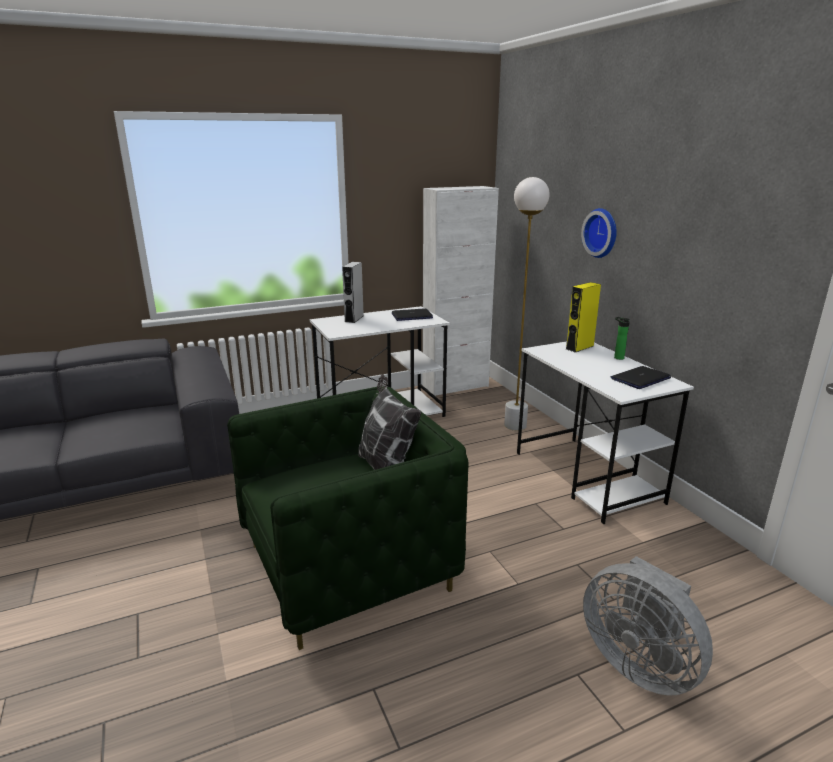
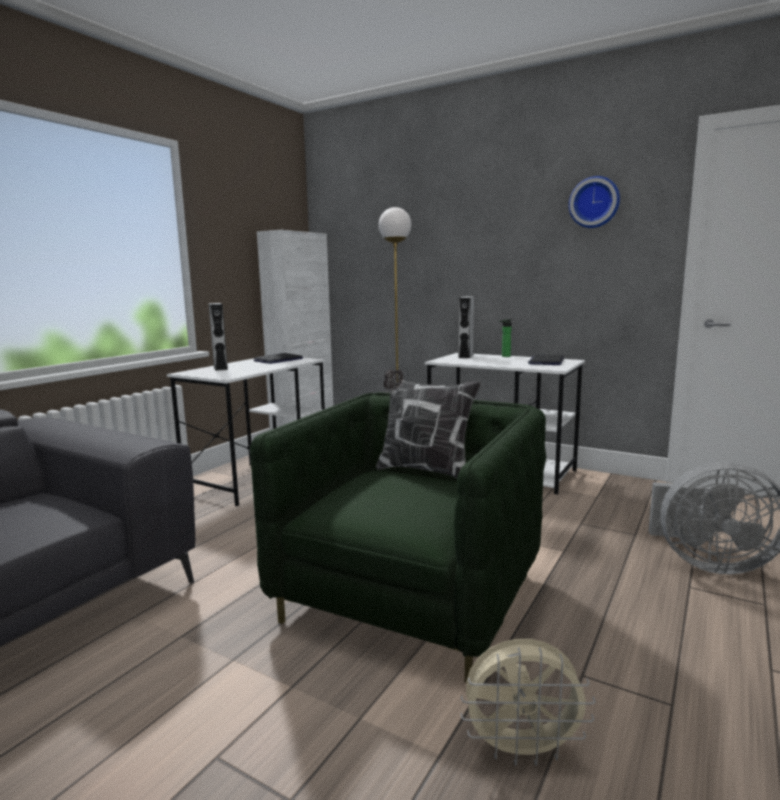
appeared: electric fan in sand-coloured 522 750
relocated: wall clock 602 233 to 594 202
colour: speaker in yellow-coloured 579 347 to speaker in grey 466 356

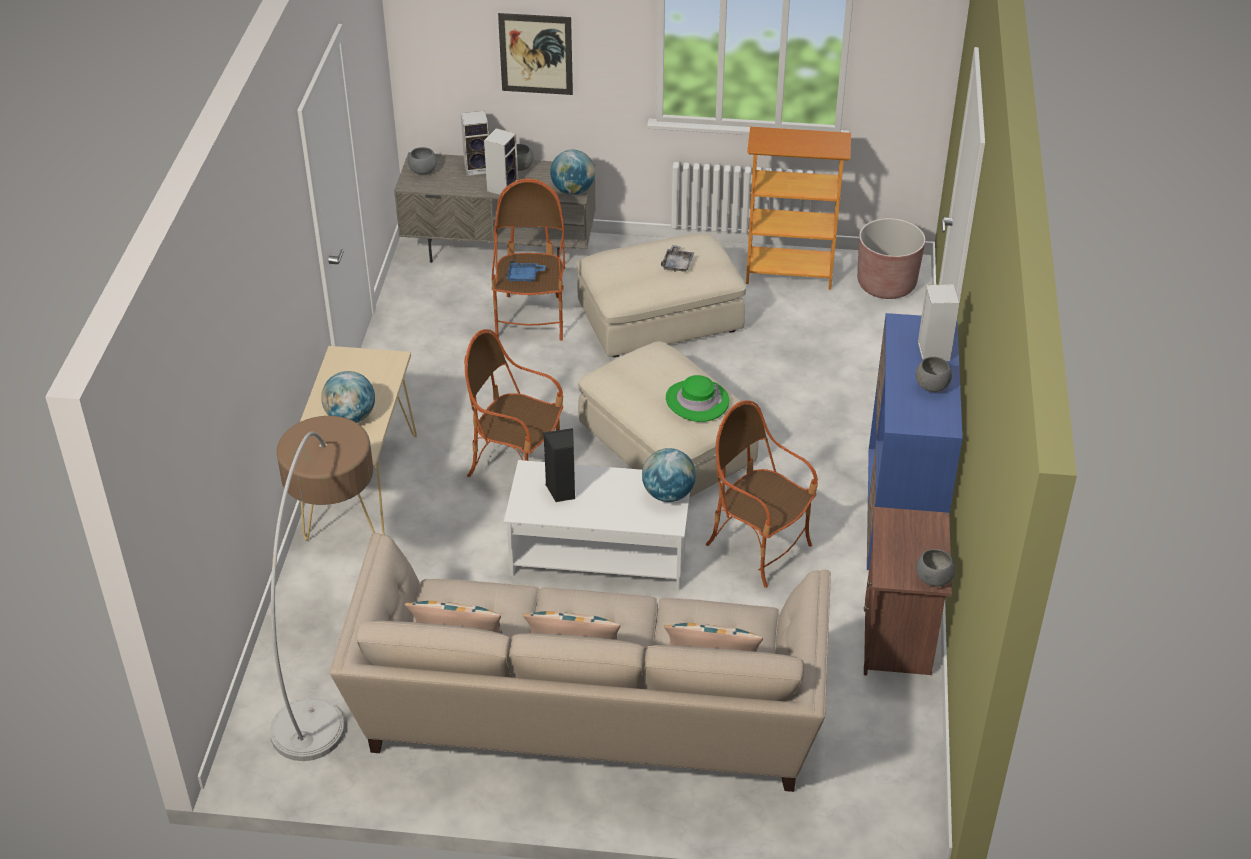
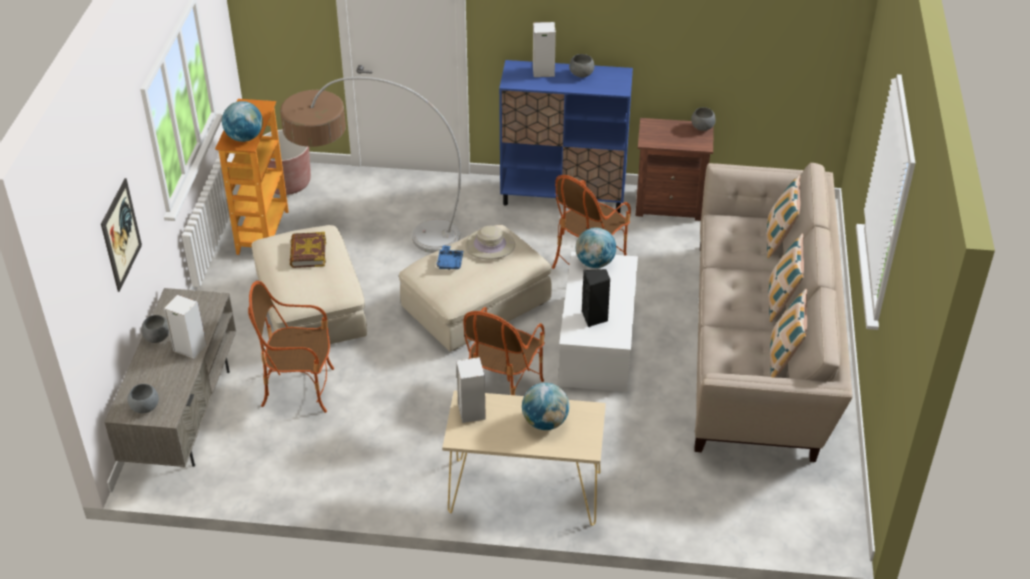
relocated: standard lamp 331 654 to 371 233; speaker 478 167 to 470 411; tray in blue-coloured 524 276 to 450 262; desk globe 573 191 to 245 137
exchanged: tray in grey 677 264 to volume 308 253
colour: clothing hat in green 697 401 to clothing hat in sand-coloured 490 245

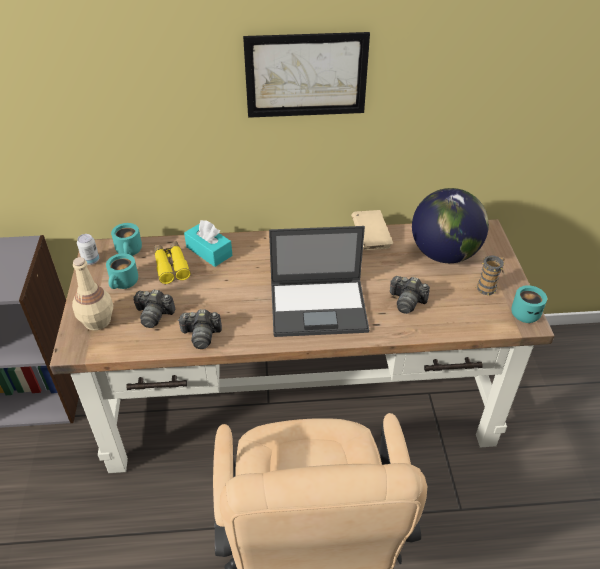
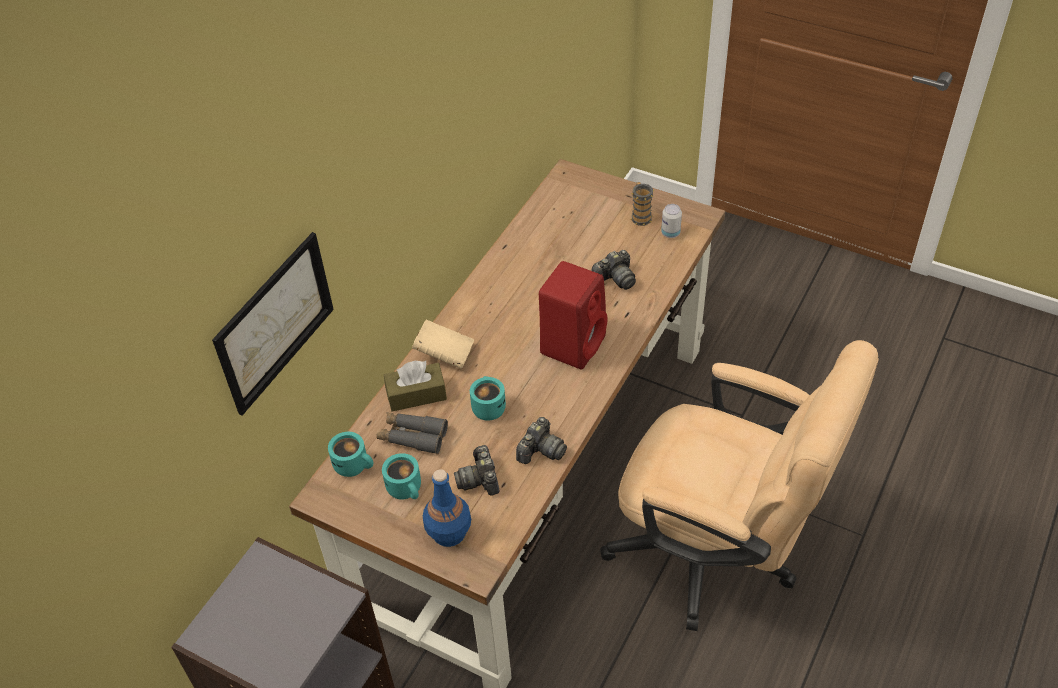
missing: desk globe 444 254
relocated: sealed can 91 260 to 670 233; wall picture 306 75 to 275 322; volume in sand-coloured 371 239 to 444 354; coffee mug in blue-green 525 312 to 487 407
exchanged: notebook computer 319 307 to speaker in reddish 573 343
colour: bottle in sand-coloured 97 320 to bottle in blue-coloured 448 533; field glasses in yellow-coloured 171 266 to field glasses in grey 412 436; box of tissues in blue-green 209 251 to box of tissues in brownish 416 394
spun: still camera 154 315 = 479 479 120 degrees clockwise

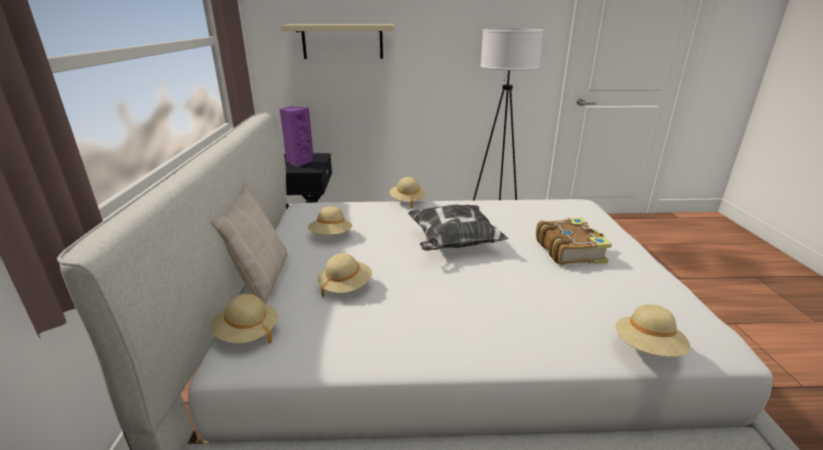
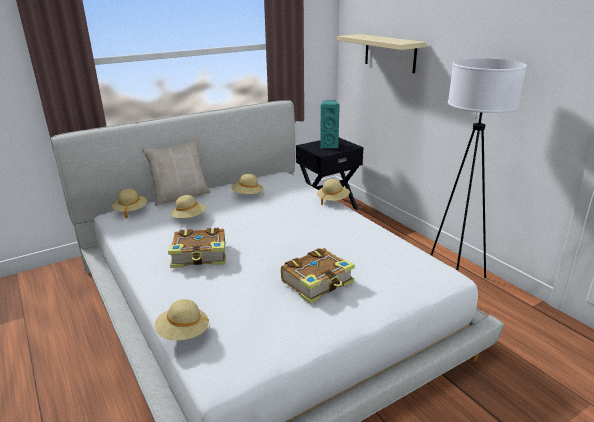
missing: cushion 452 244
appeared: volume 200 256
colour: speaker in purplish 299 162 to speaker in blue-green 329 145

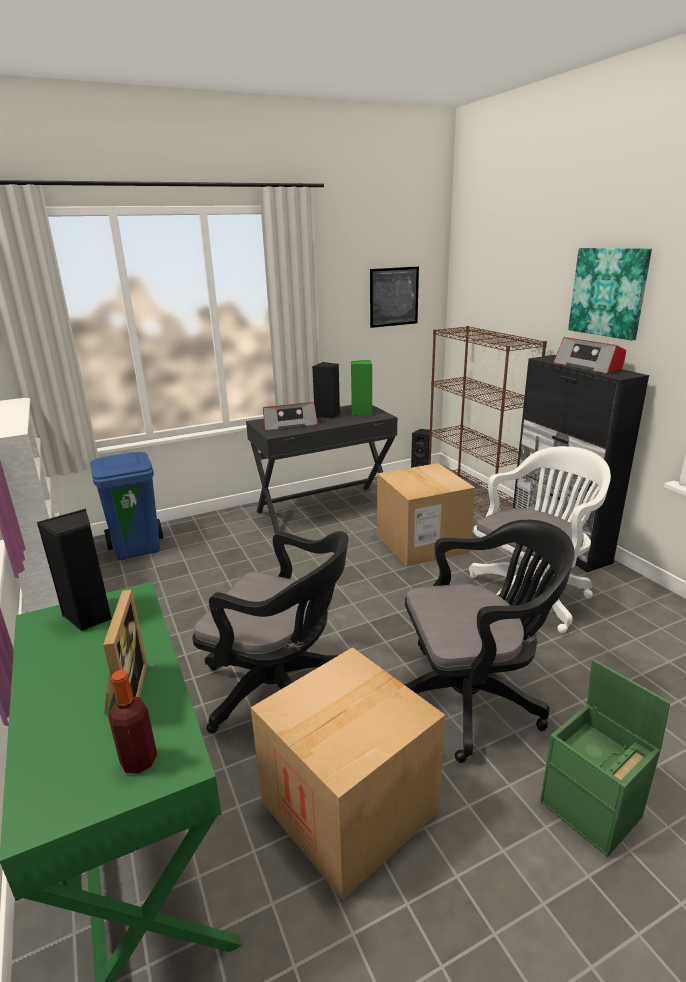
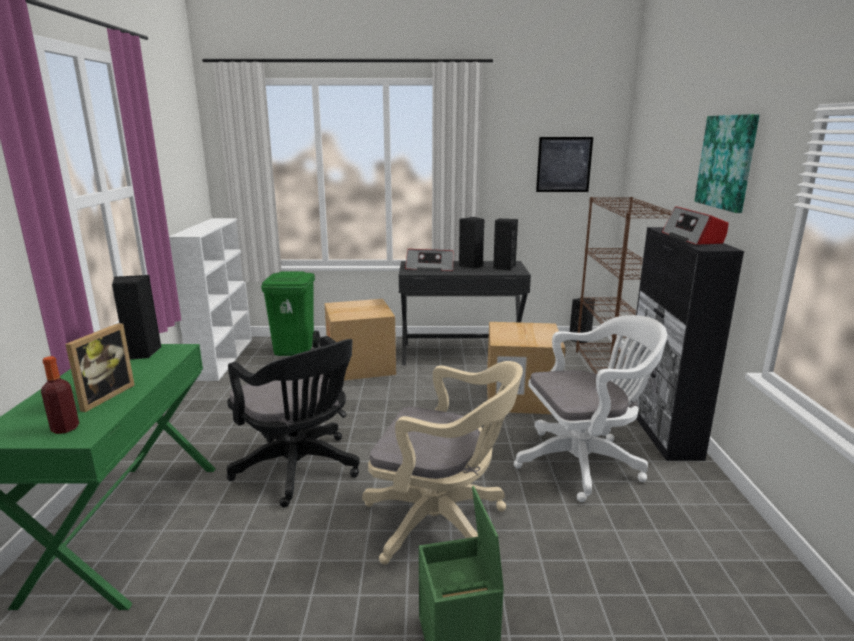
relocated: cardboard box 349 806 to 360 366
colour: rubbish bin in blue-coloured 138 548 to rubbish bin in green 295 350; speaker in green 362 412 to speaker in black-coloured 504 267; office chair in black-coloured 473 698 to office chair in sand-coloured 442 524

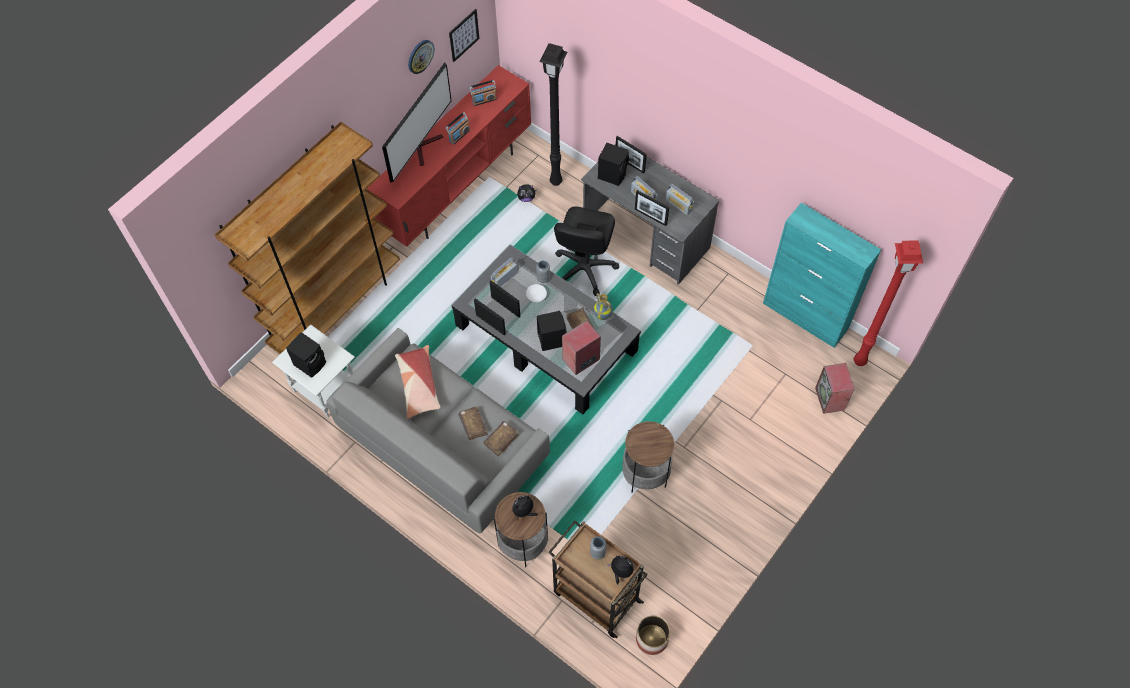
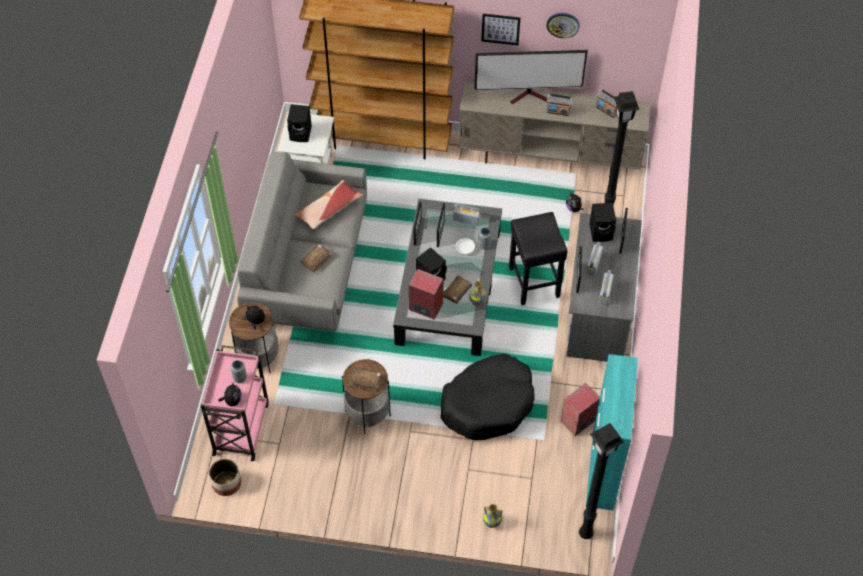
appeared: dog cushion in black-coloured 488 403; vase 492 522
relocated: wall picture 463 35 to 500 29; volume in brownish 501 440 to 365 381; speaker 830 399 to 578 421
exchanged: office chair in black-coloured 584 269 to sitting stool in black-coloured 533 281
colour: tv stand in reddish 458 186 to tv stand in sand-coloured 550 158; trolley in brownish 595 596 to trolley in pink-coloured 241 427; standard lamp in reddish 860 360 to standard lamp in black-coloured 587 534

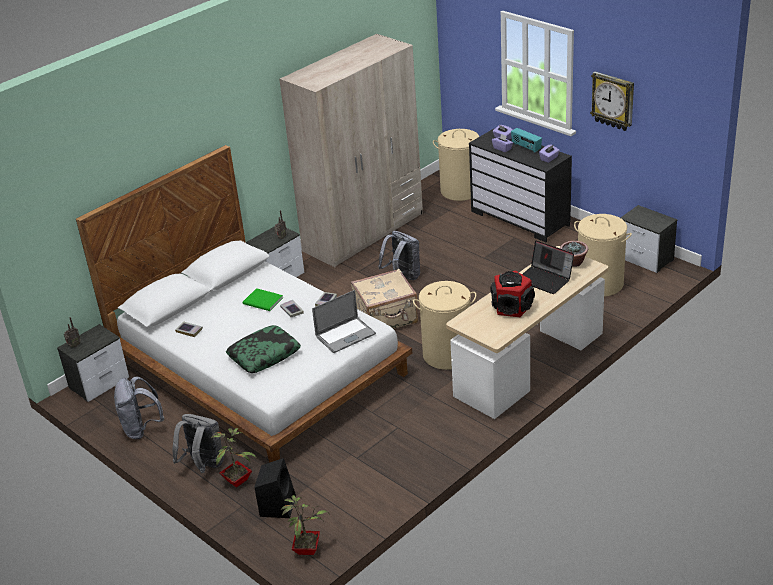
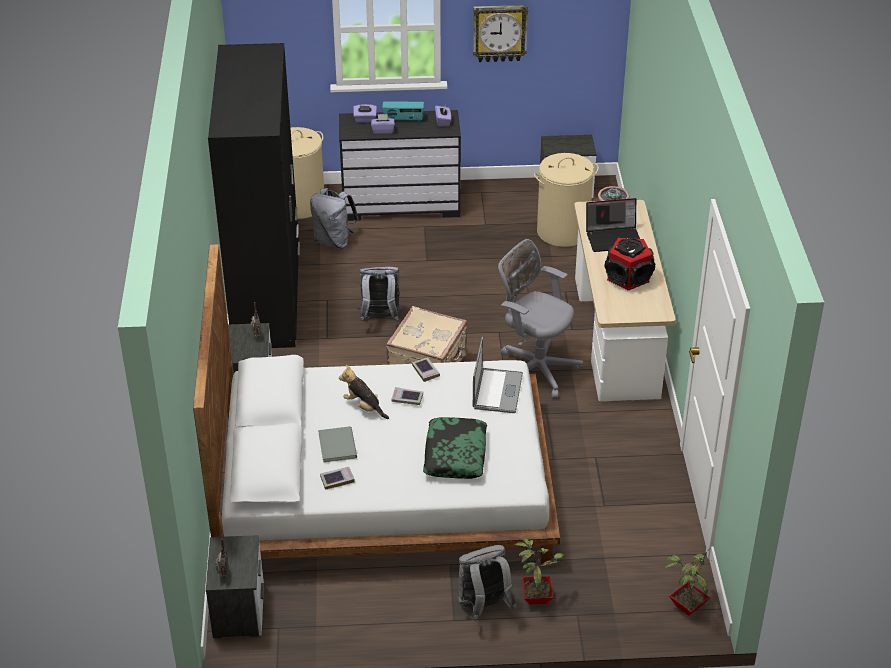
missing: speaker in black-coloured 278 505
appeared: volume in grey 338 444
relocated: backpack in grey 142 429 to 334 241
exchanged: volume in green 263 301 to cuddly toy 364 407; hamper in sand-coloured 447 354 to office chair in grey 535 368
colour: clothes cupboard in sand-coloured 364 232 to clothes cupboard in black-coloured 267 295

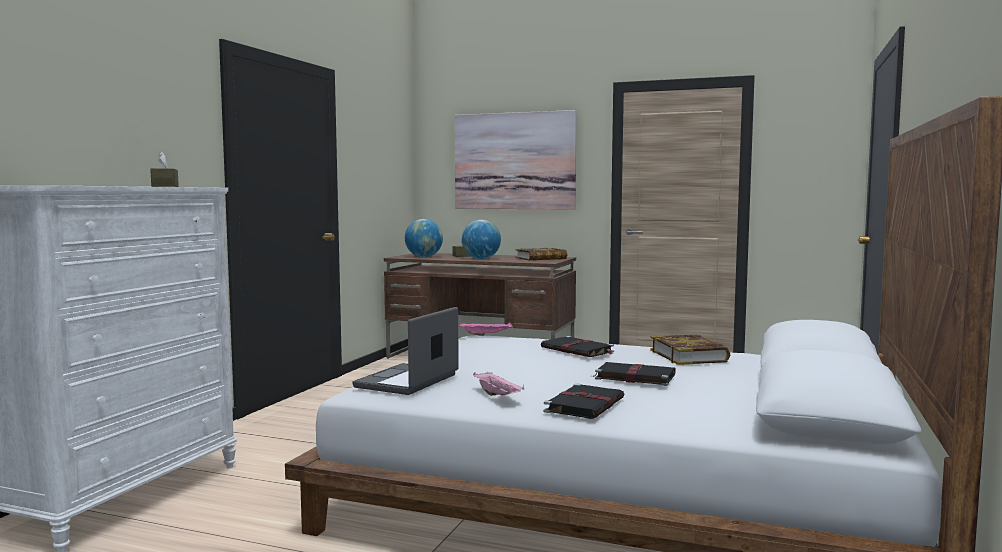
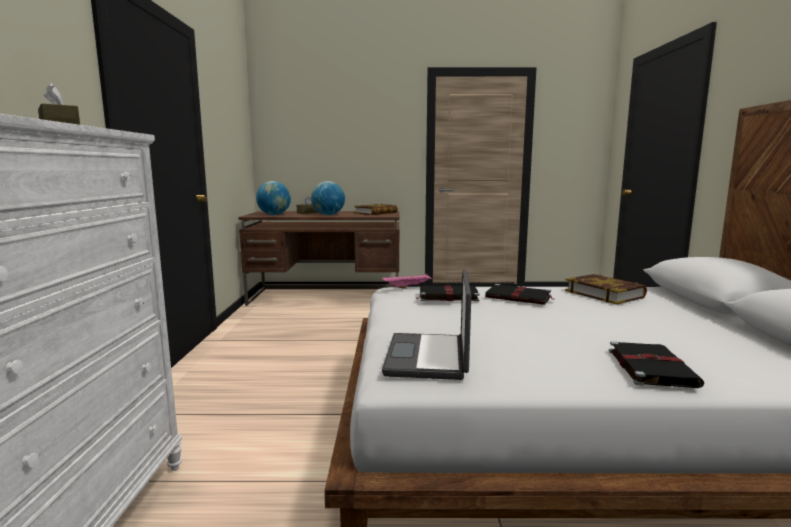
missing: wall picture 514 161; tray in pink-coloured 498 396
relocated: volume in black-coloured 633 376 to 447 296

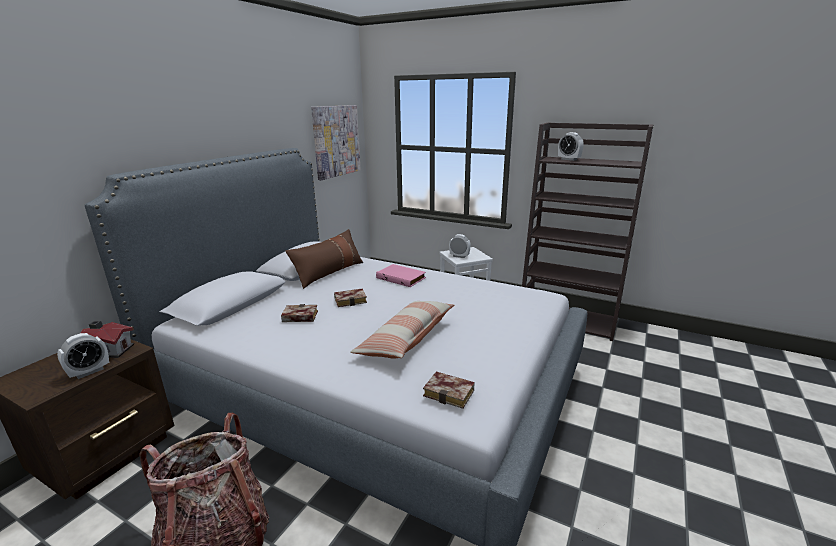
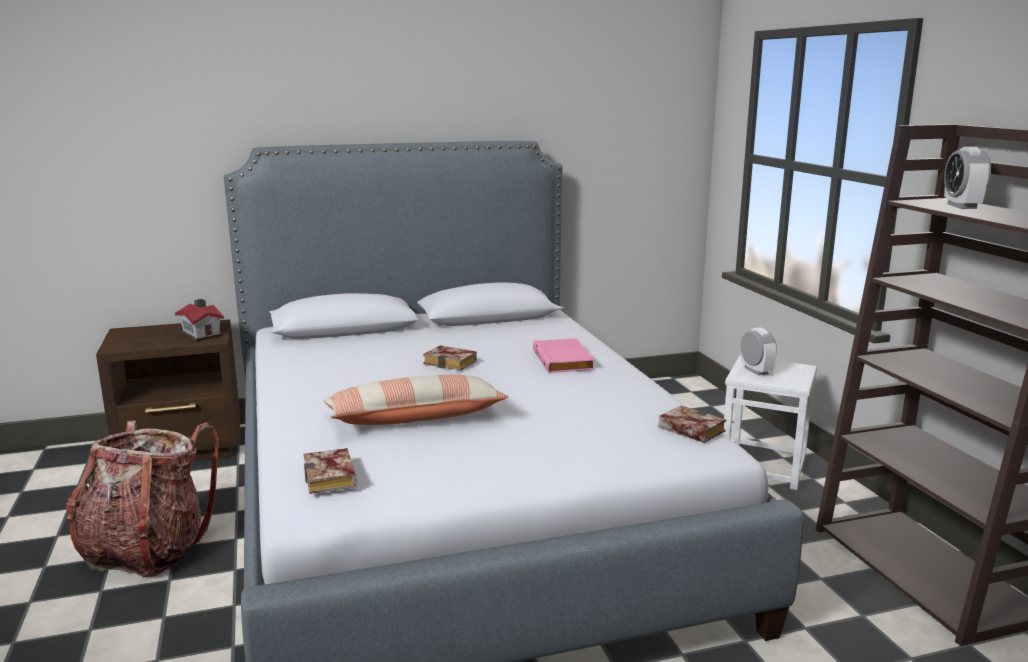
missing: alarm clock 89 372; cushion in brownish 329 272; wall picture 336 141
relocated: volume 298 317 to 688 430

